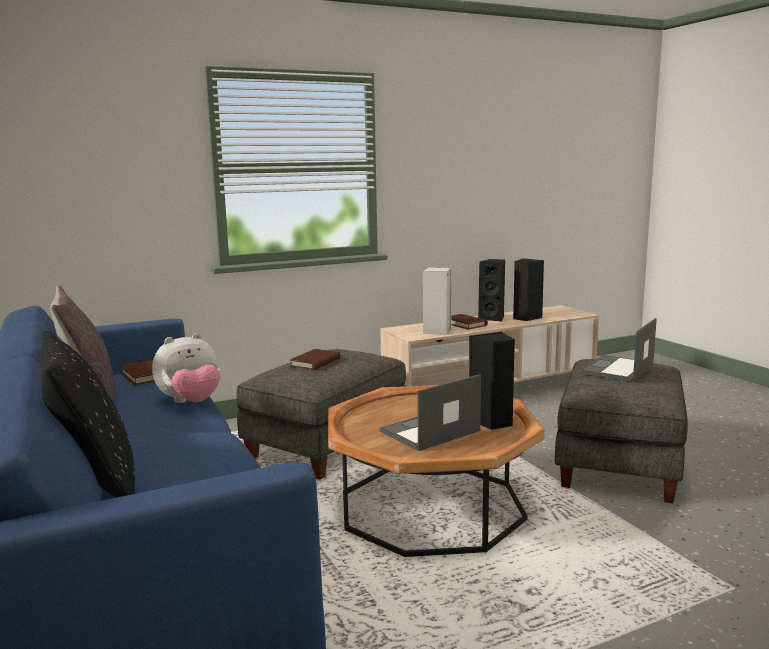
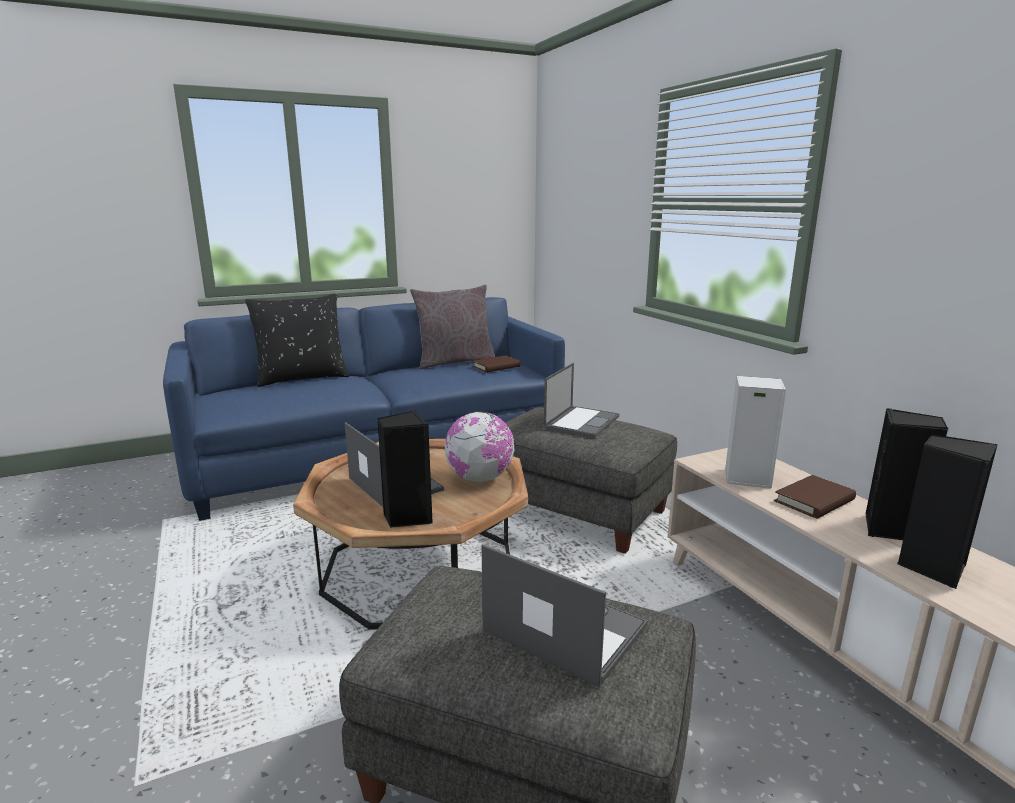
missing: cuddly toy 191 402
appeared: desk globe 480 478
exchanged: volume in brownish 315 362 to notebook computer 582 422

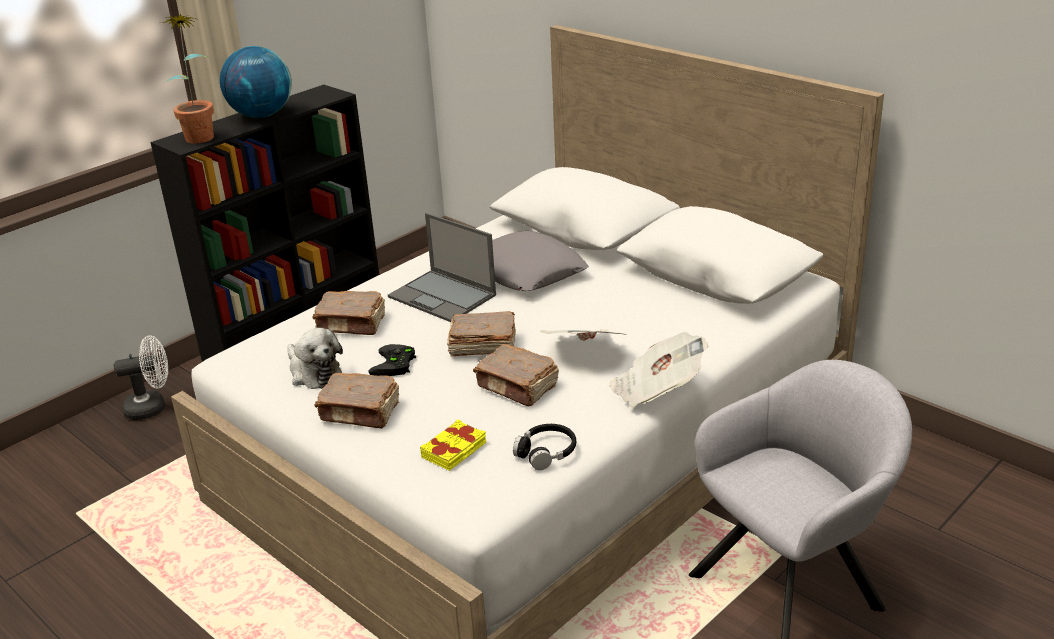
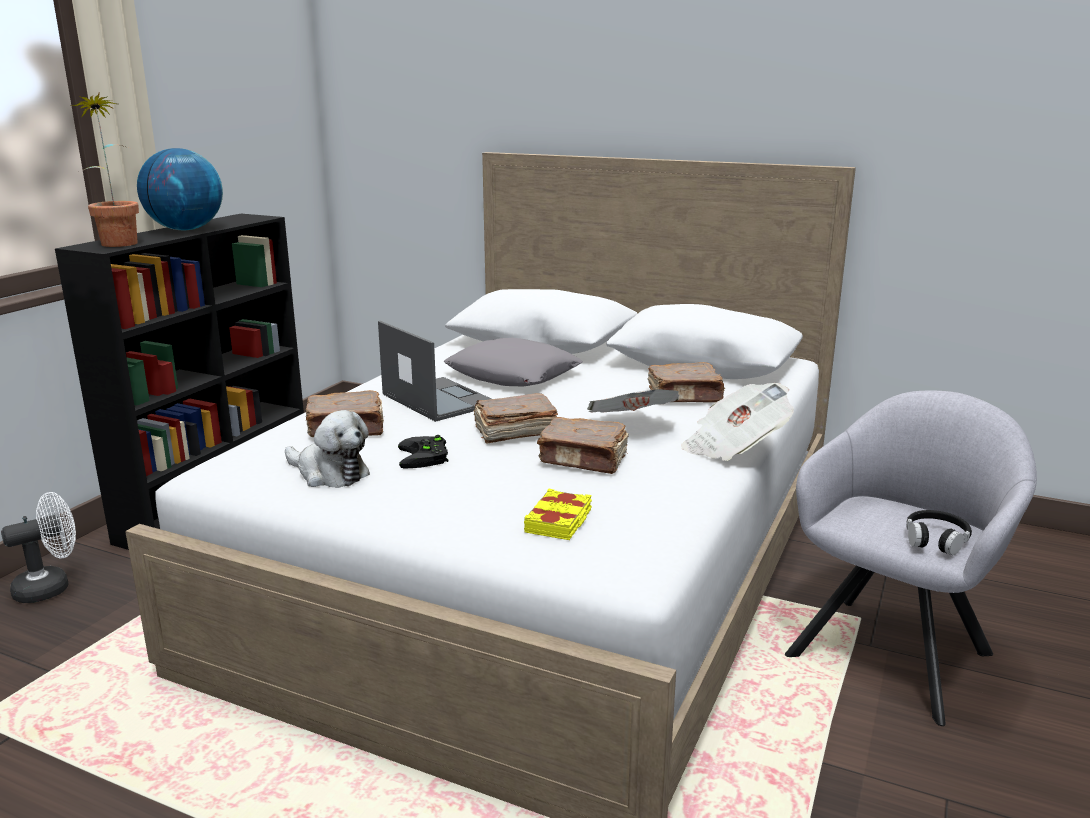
relocated: volume in brownish 360 412 to 685 396; headphones in black-coloured 546 452 to 936 539
spun: notebook computer 443 296 = 437 399 150 degrees counterclockwise

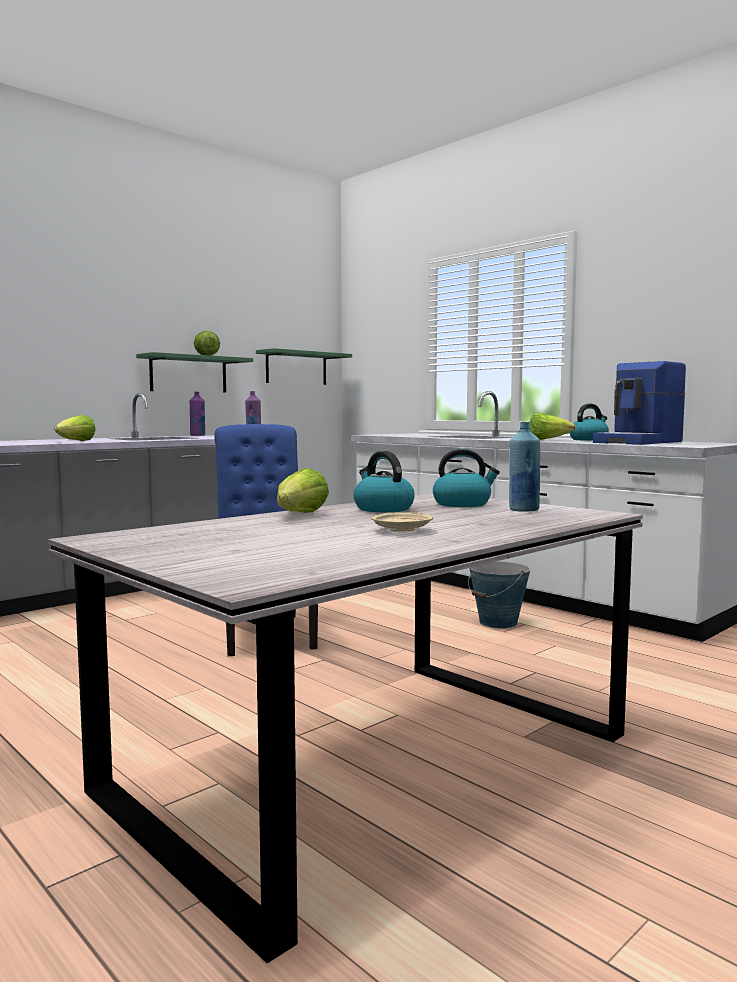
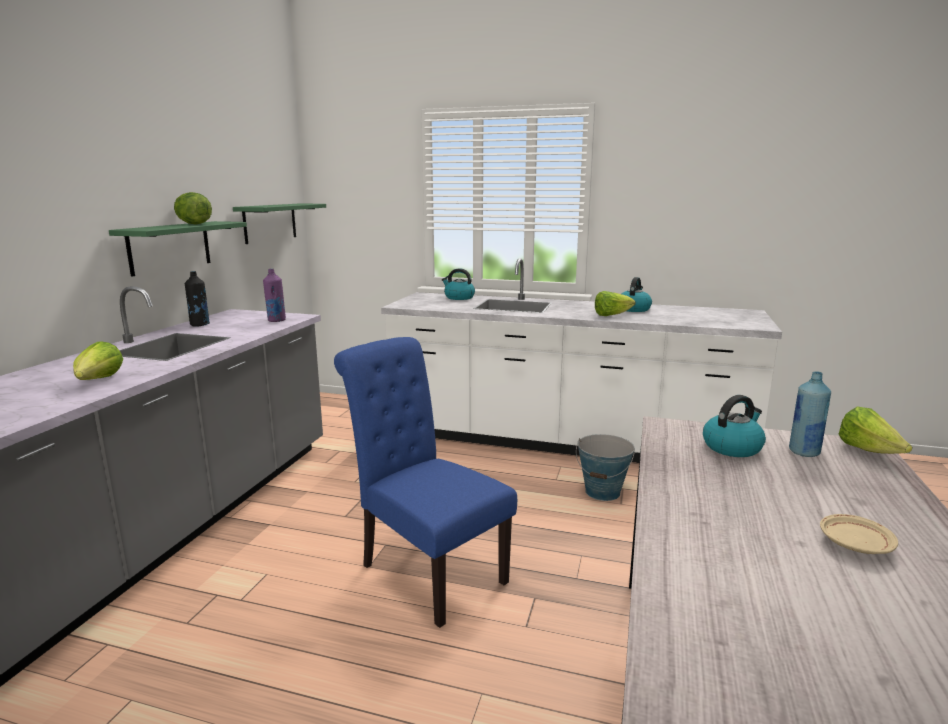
missing: coffee brewer 640 442
relocated: lettuce 300 515 to 868 451; water kettle 382 509 to 459 297
colour: bottle in purplish 197 435 to bottle in black-coloured 200 325

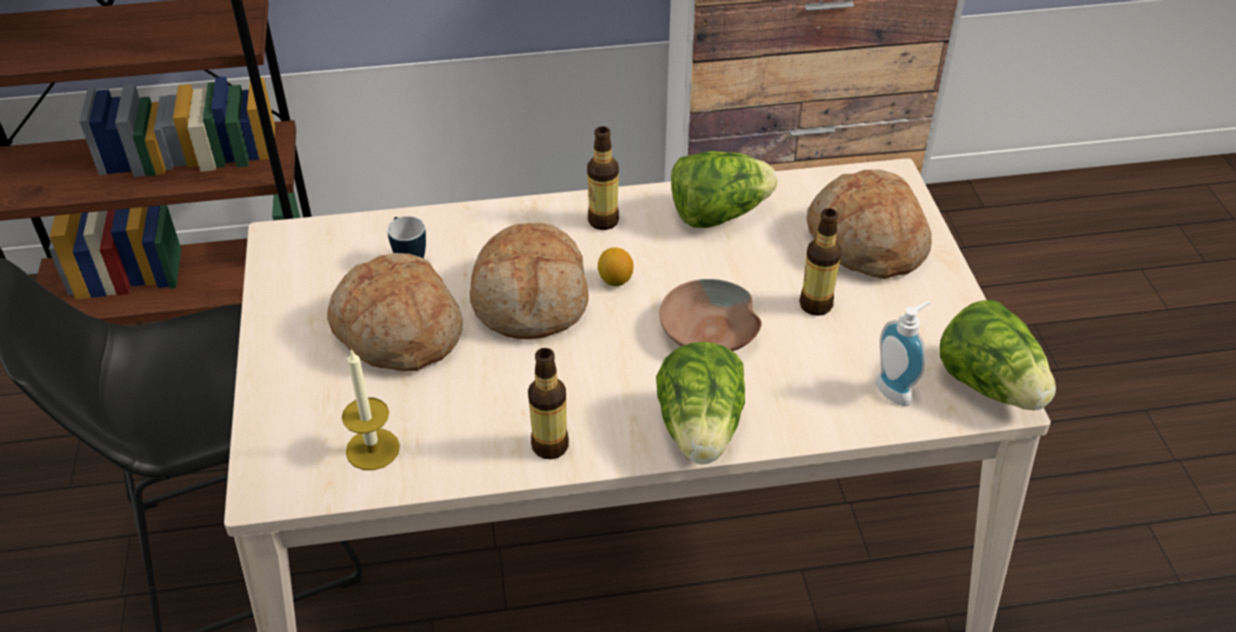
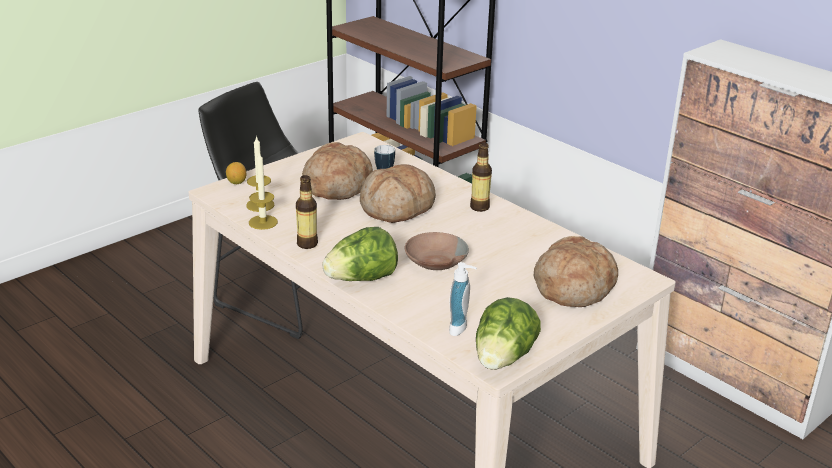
missing: lettuce 718 214; bottle 815 305
appeared: wax light 263 222
relocated: lemon 615 280 to 236 182

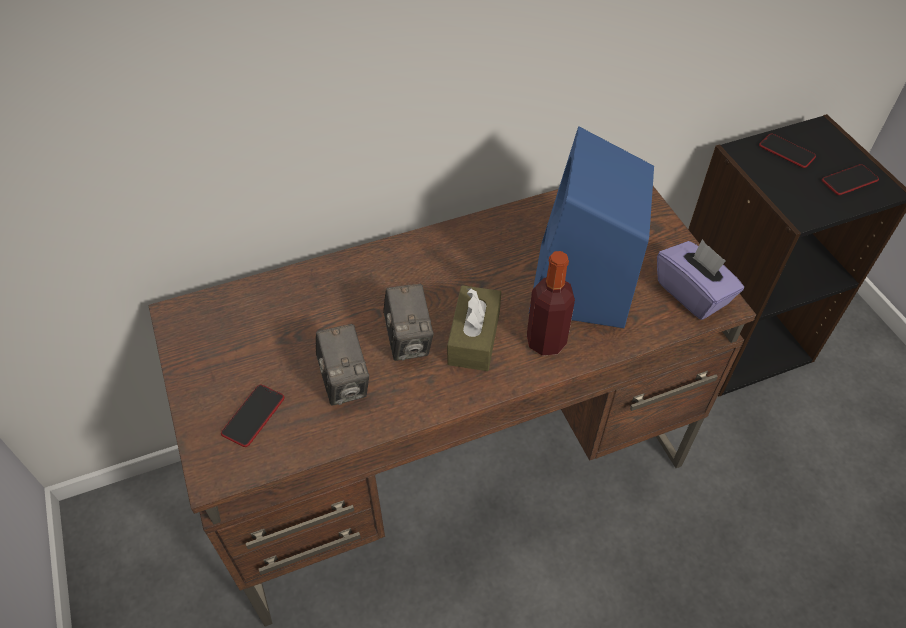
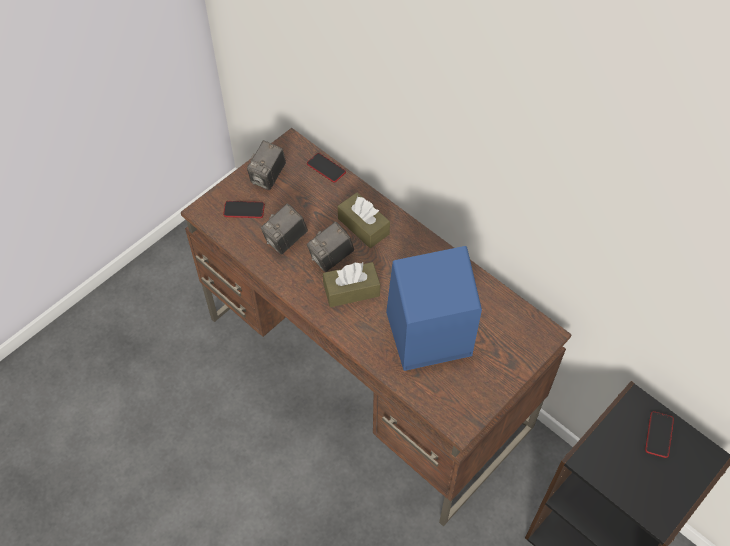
missing: bottle 546 341; box of tissues in purplish 692 293
appeared: still camera 268 177; box of tissues in brownish 363 226
relocated: phone 849 180 to 326 168

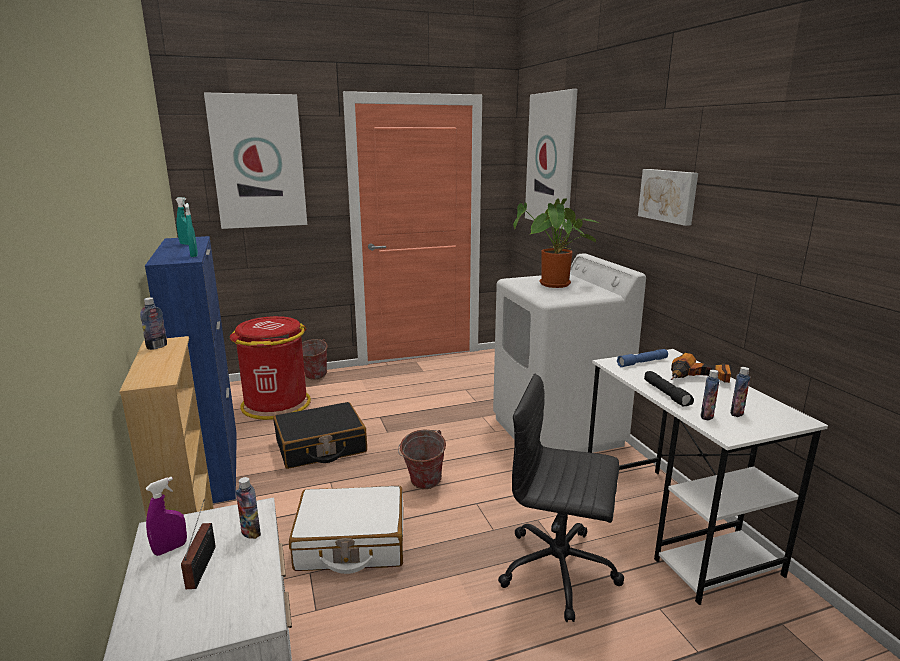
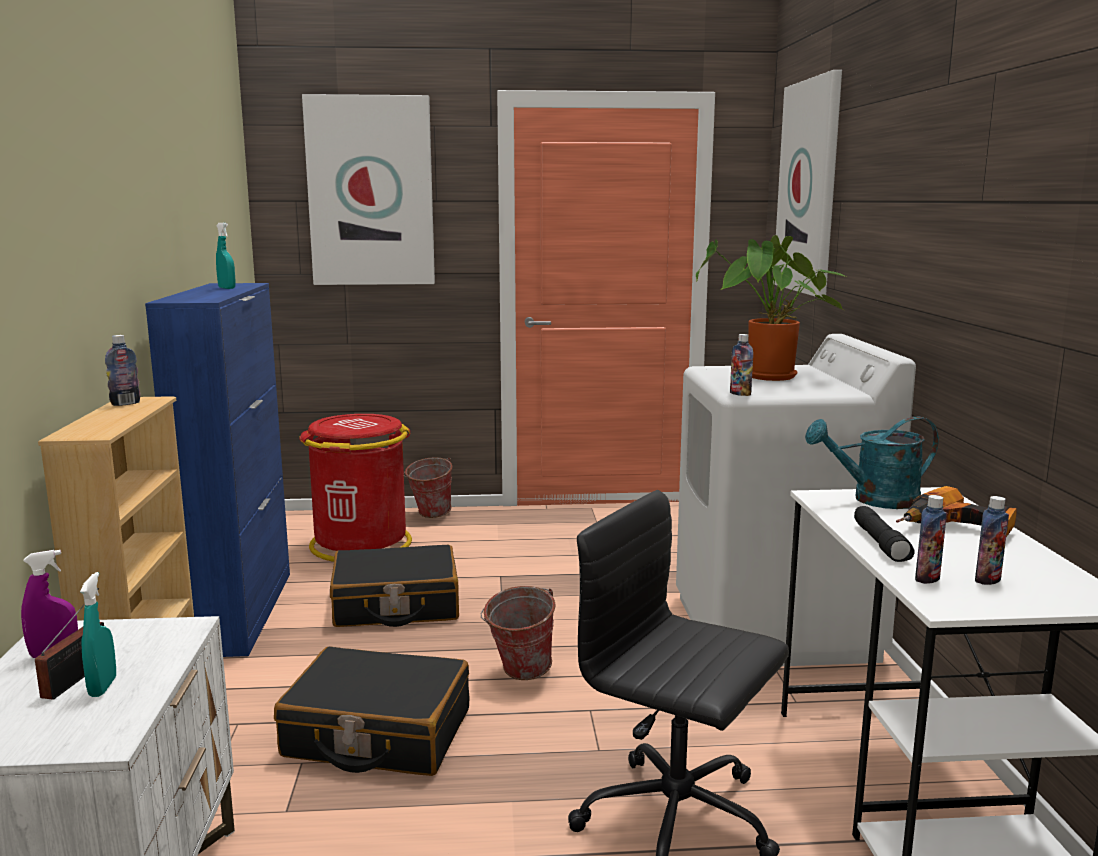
missing: wall picture 669 195
relocated: hand sprayer in blue-green 194 255 to 102 687; bottle 251 533 to 740 394
exchanged: flashlight in blue-coloured 642 362 to sprinkling can in blue-green 875 500
colour: travel case in white-coloured 351 542 to travel case in black-coloured 377 734

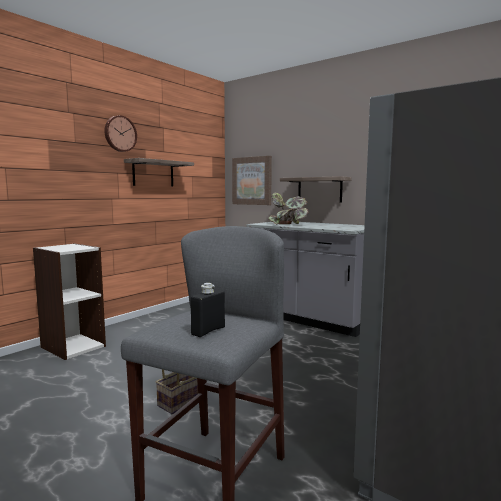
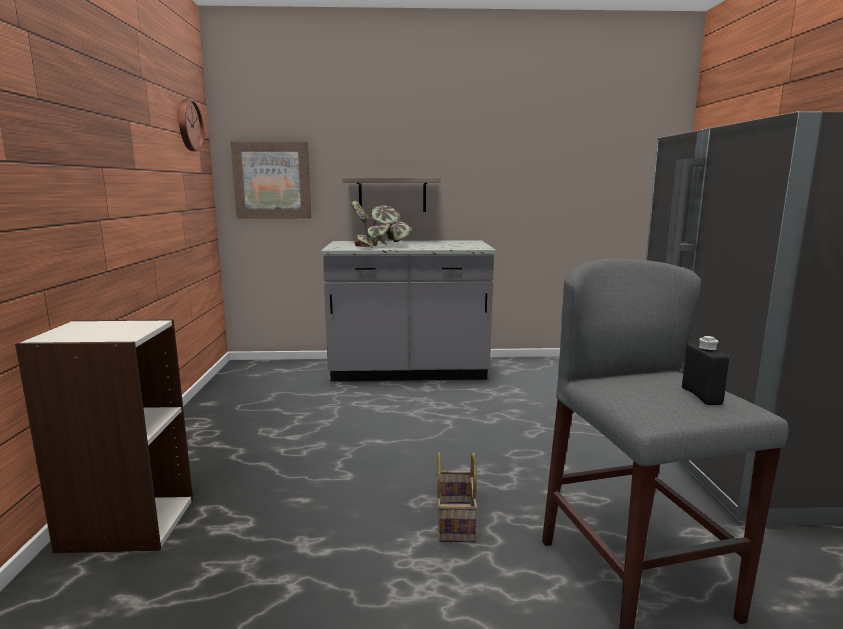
missing: bracket shelf 153 173
relocated: wall clock 120 134 to 188 125

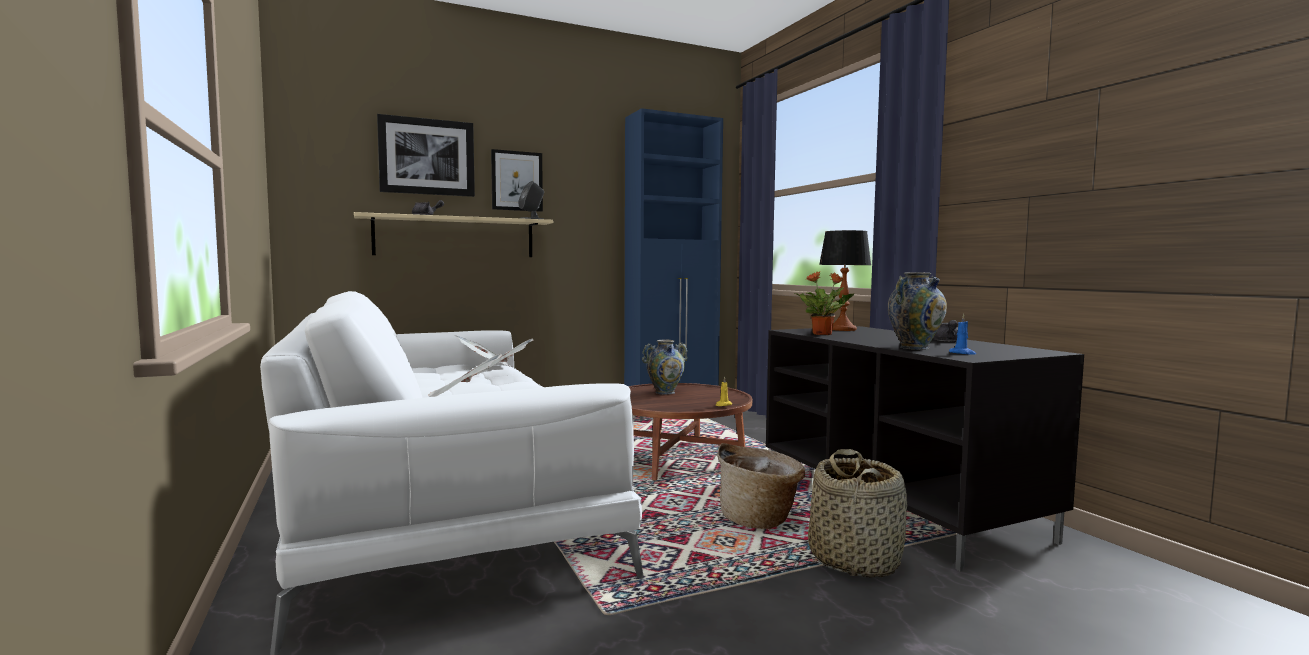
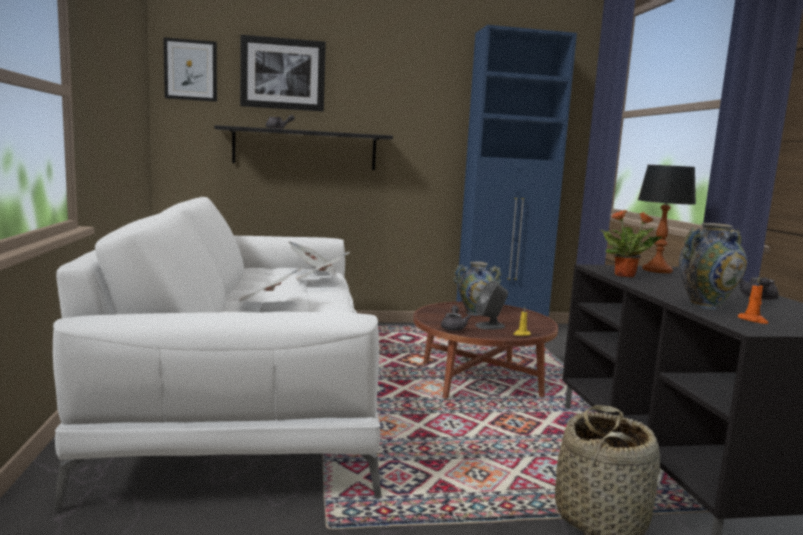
missing: basket 759 519
appeared: pot for tea in grey 453 327
relocated: wall picture 517 181 to 190 70; speaker in grey 532 219 to 490 326
colour: bracket shelf in sand-coloured 455 237 to bracket shelf in black-coloured 305 149; wax light in blue-coloured 962 353 to wax light in orange-coloured 753 320

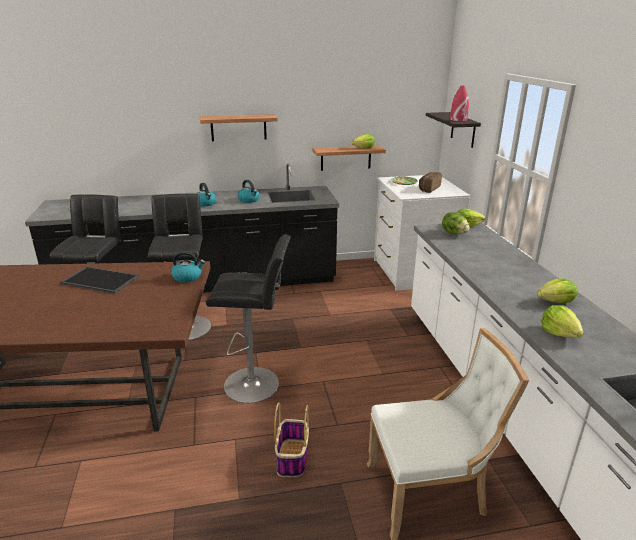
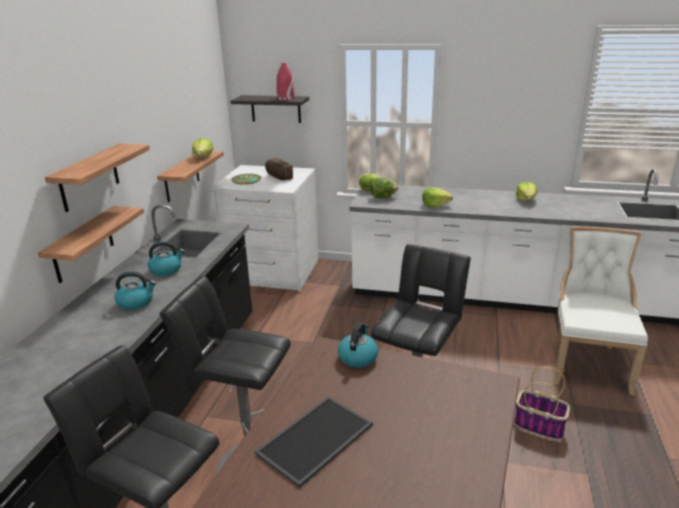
appeared: bracket shelf 83 245
relocated: lettuce 559 332 to 435 205

